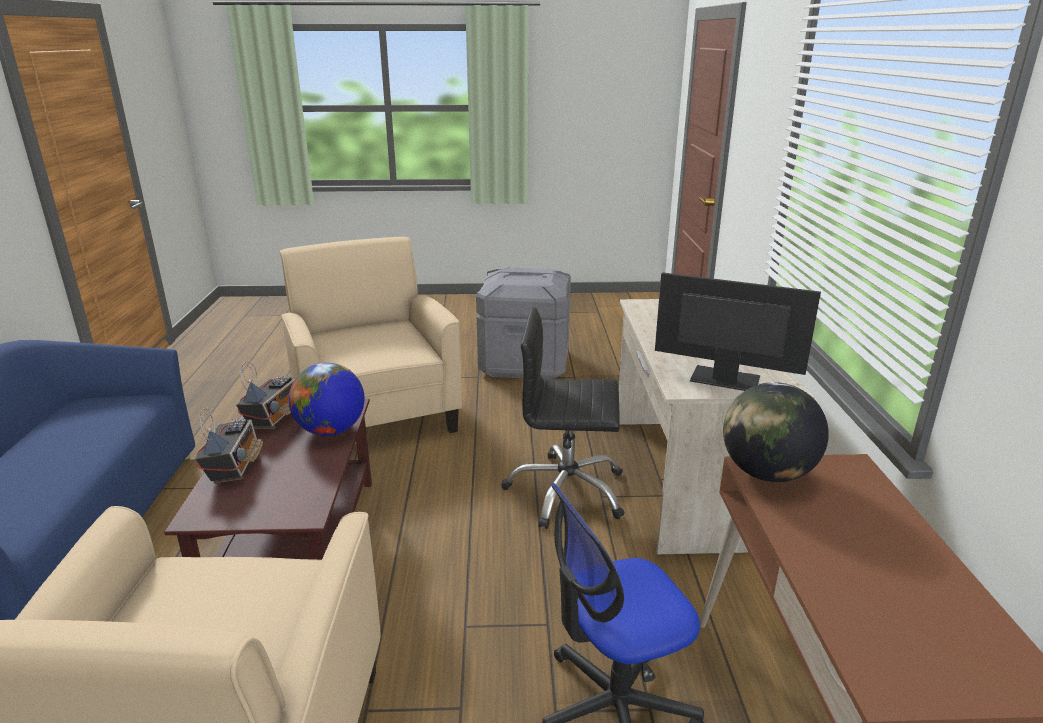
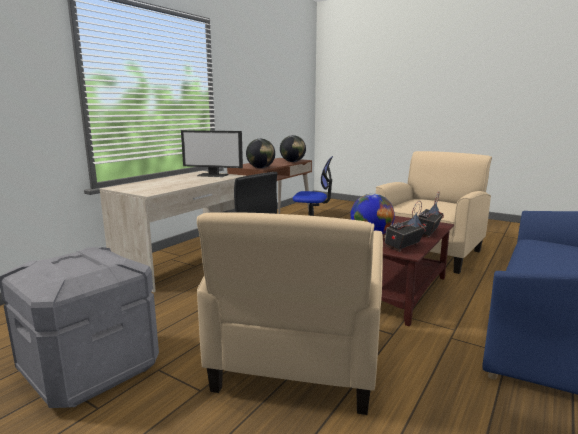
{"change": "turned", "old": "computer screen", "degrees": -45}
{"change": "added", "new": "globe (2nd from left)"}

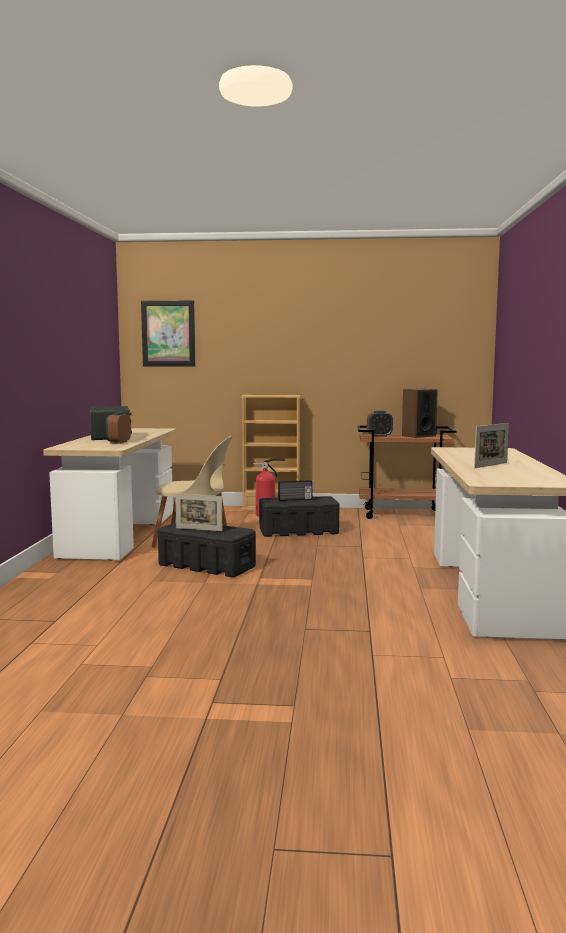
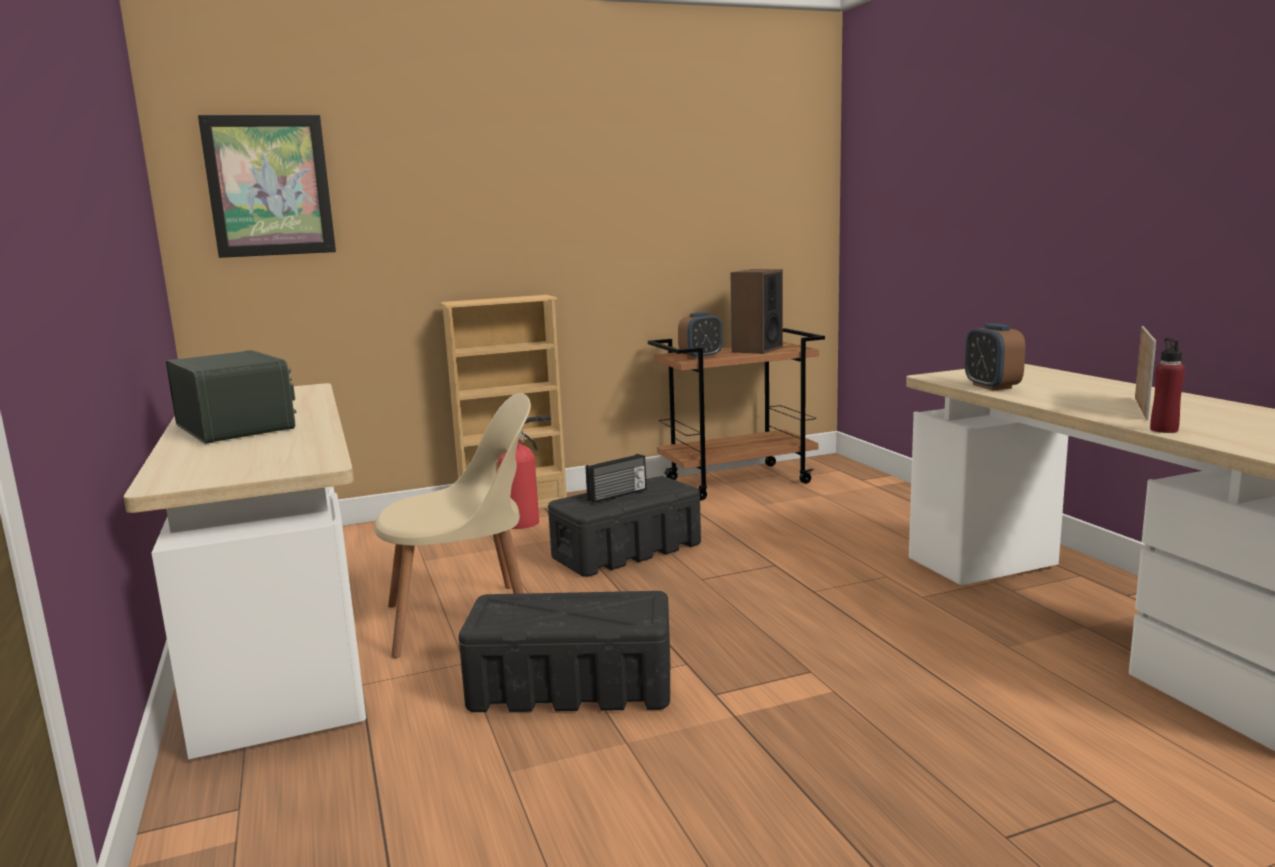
{"change": "moved", "old": "bedside clock (1st from left in the first image)", "new": "bedside clock (2nd from left)"}
{"change": "removed", "old": "photo frame (1st from left)"}
{"change": "added", "new": "bottle (red-coloured)"}

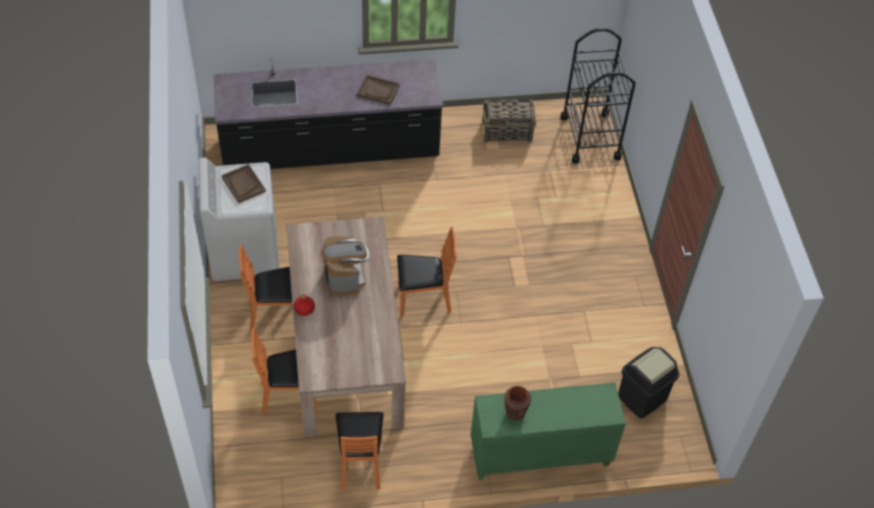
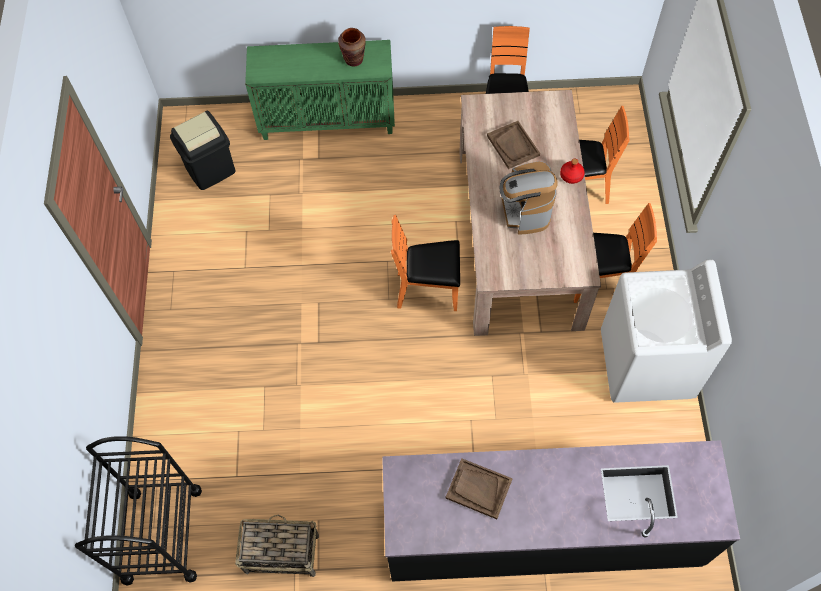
{"change": "moved", "old": "tray (brown) (1st from left in the first image)", "new": "tray (brown) (2nd from left)"}

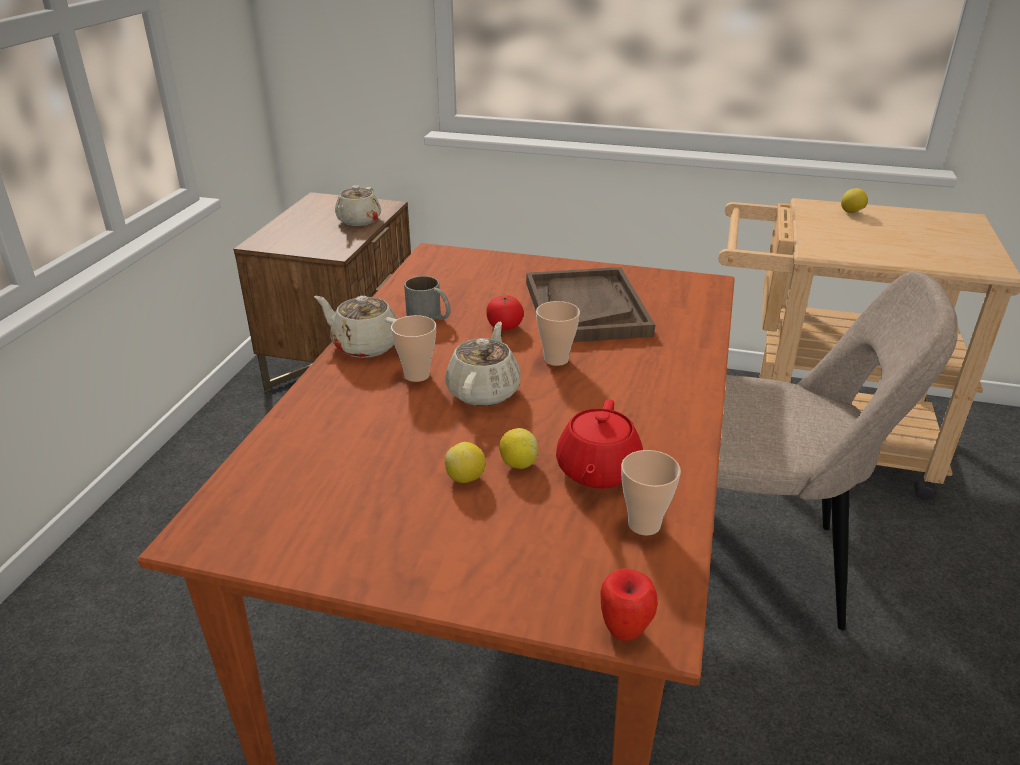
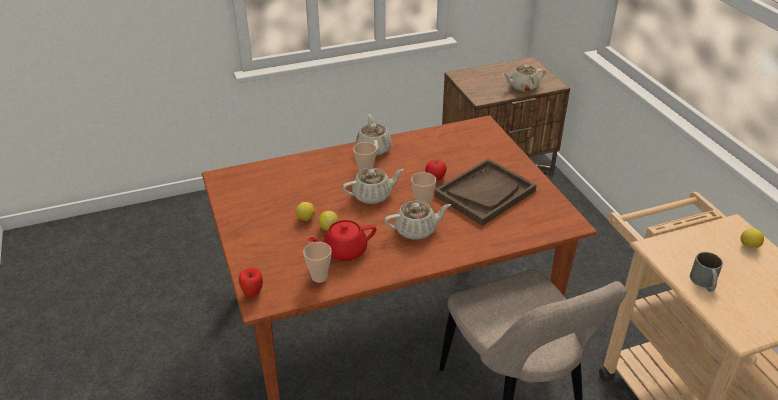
{"change": "moved", "old": "mug (grey)"}
{"change": "added", "new": "pot for tea (beige-coloured) (3rd from left)"}

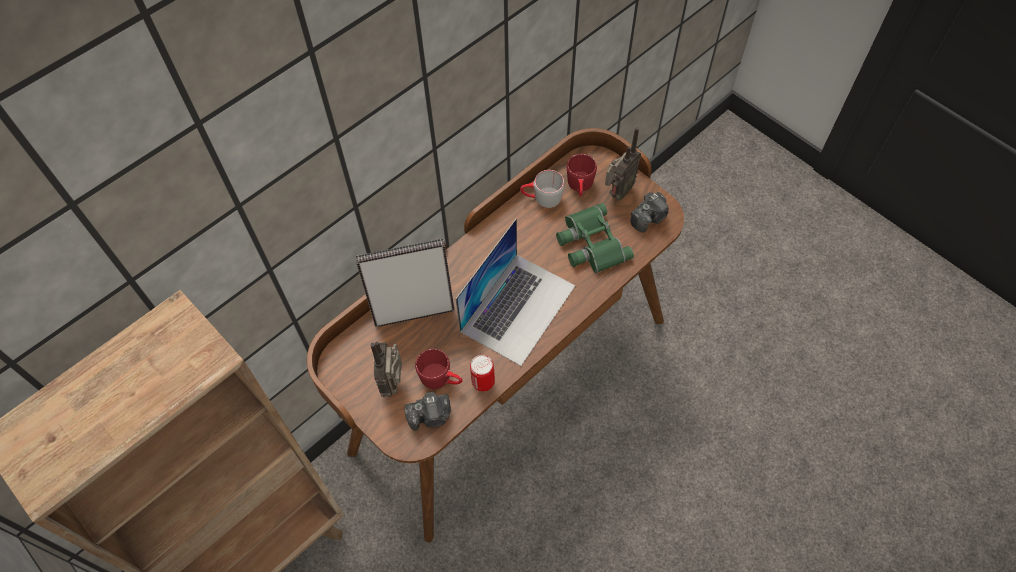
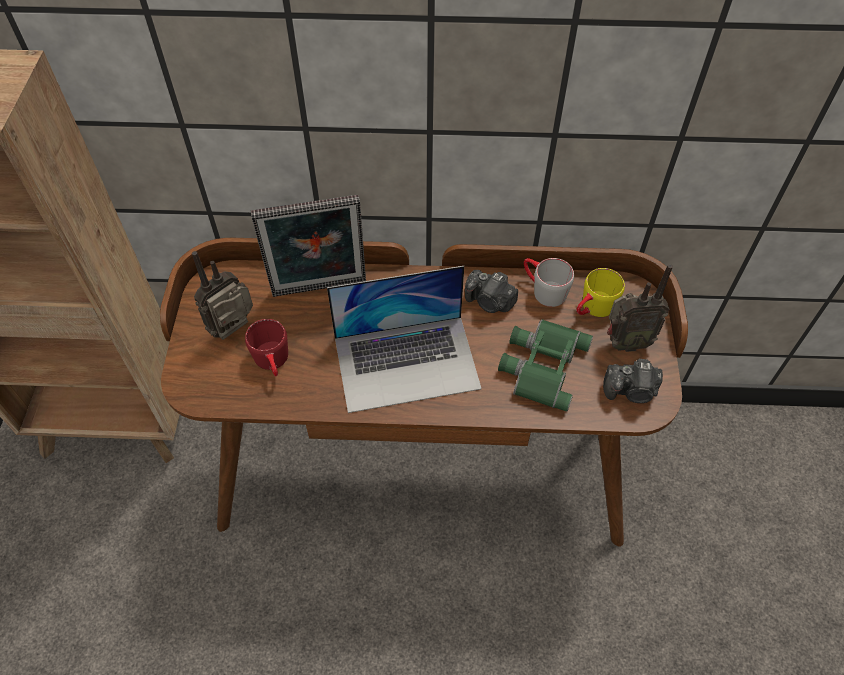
{"change": "turned", "old": "photo frame", "degrees": 135}
{"change": "moved", "old": "photo camera (1st from left)"}
{"change": "removed", "old": "sealed can"}
{"change": "recoloured", "old": "mug (red-coloured) (2nd from left)", "new": "mug (yellowish)"}

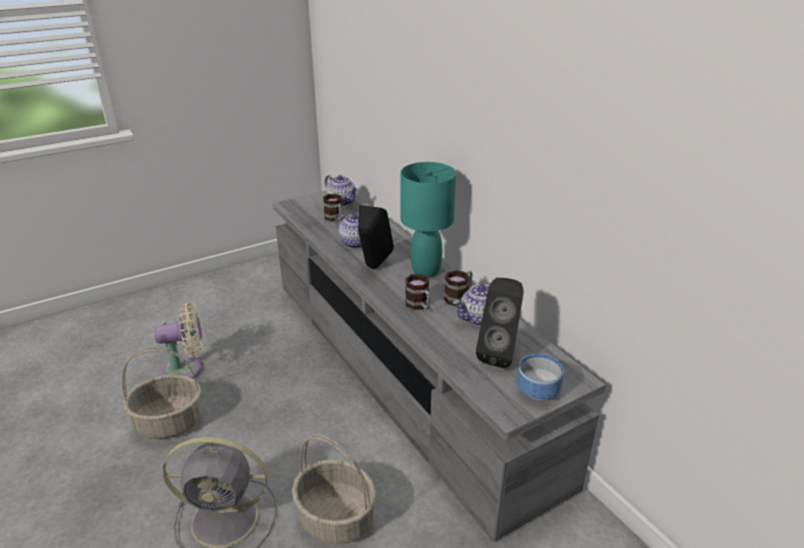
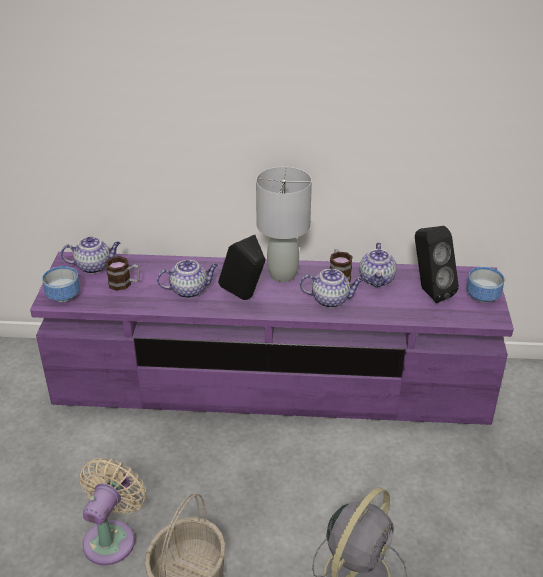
{"change": "recoloured", "old": "tv unit (grey)", "new": "tv unit (purplish)"}
{"change": "removed", "old": "household basket (2nd from left)"}
{"change": "recoloured", "old": "table lamp (blue-green)", "new": "table lamp (grey)"}
{"change": "replaced", "old": "mug (2nd from left)", "new": "pot for tea (3rd from left)"}
{"change": "added", "new": "serving bowl (1st from left)"}

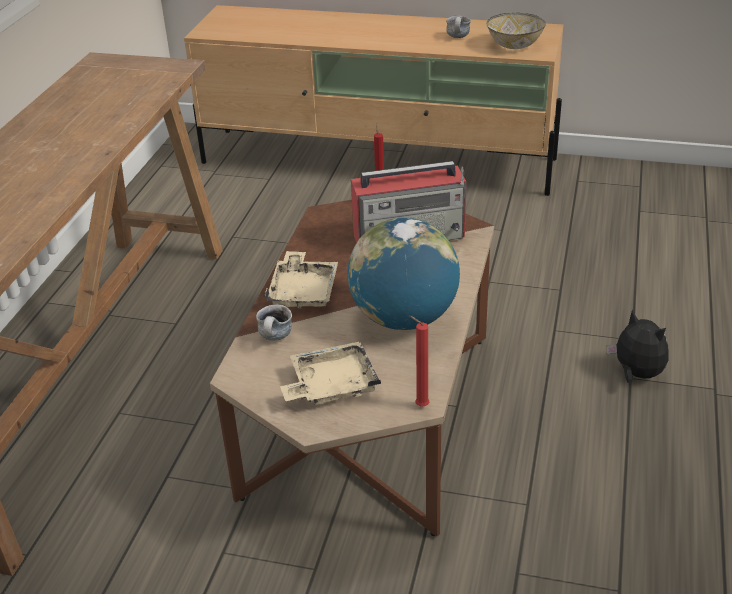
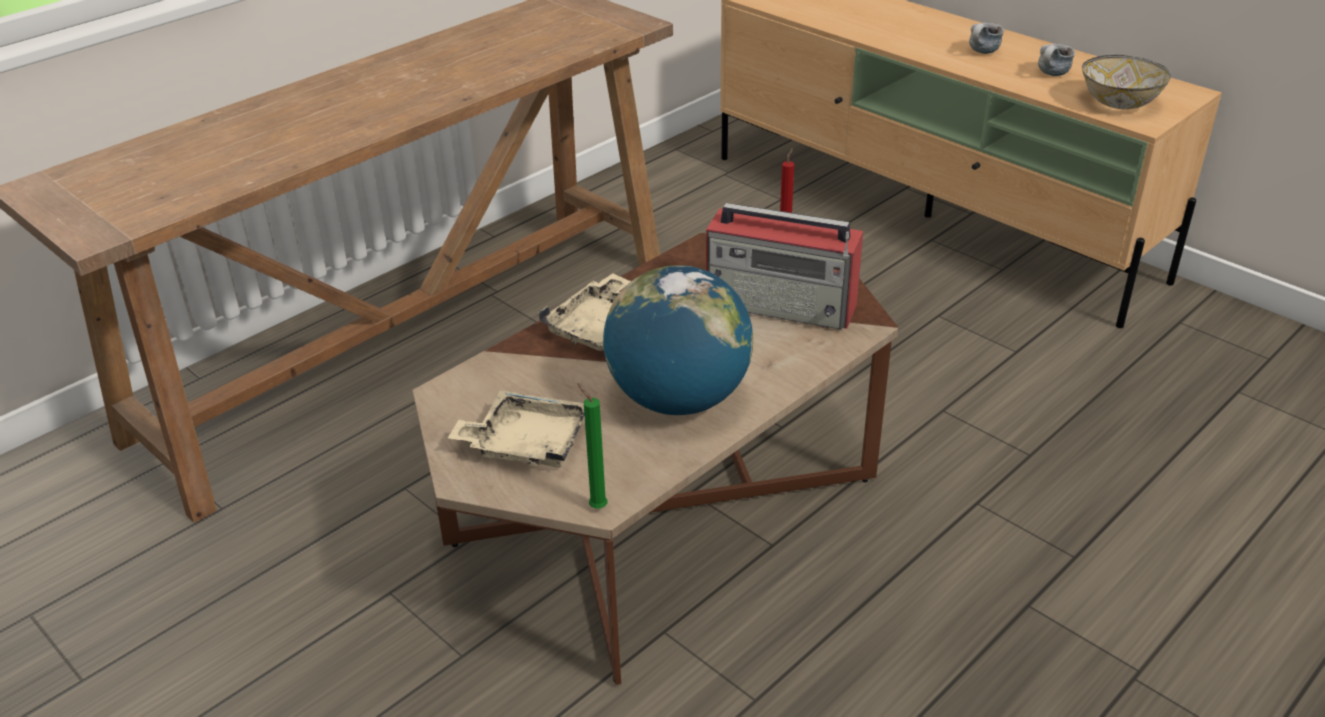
{"change": "moved", "old": "mug (1st from left)"}
{"change": "recoloured", "old": "candle (red-coloured) (2nd from left)", "new": "candle (greenish)"}
{"change": "removed", "old": "soft toy"}

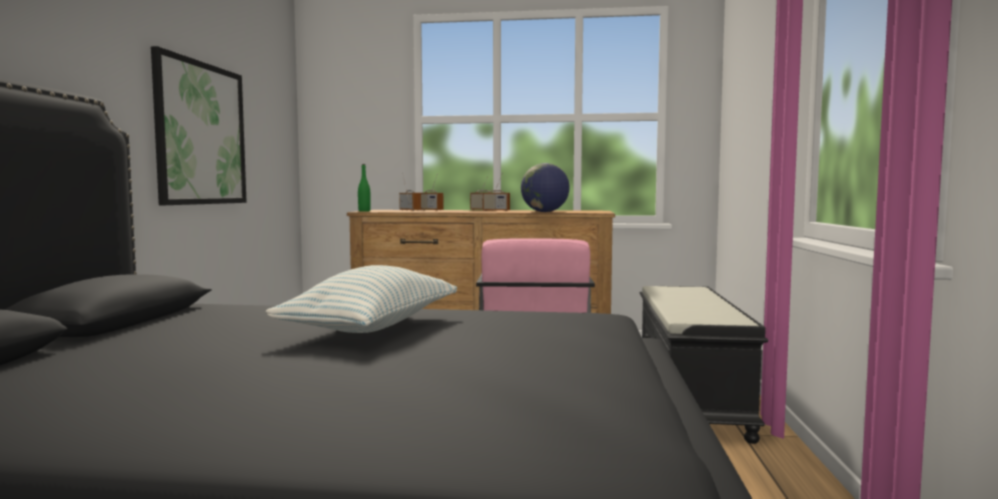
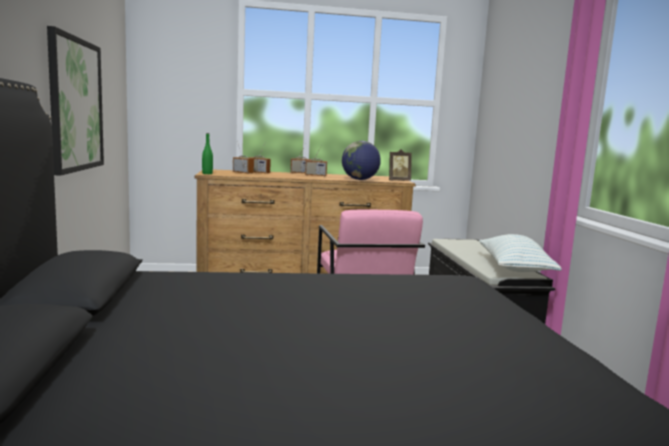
{"change": "moved", "old": "cushion"}
{"change": "added", "new": "photo frame"}

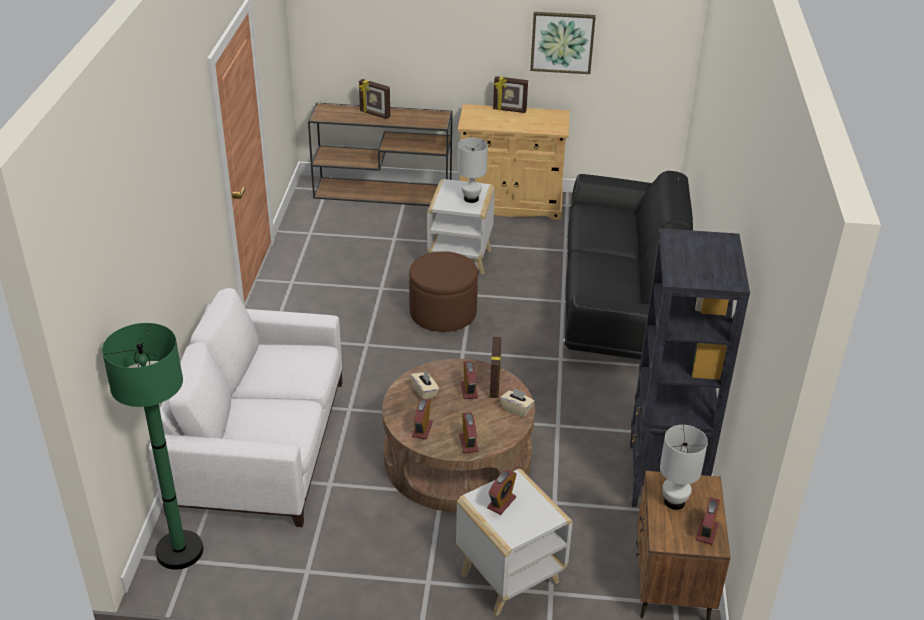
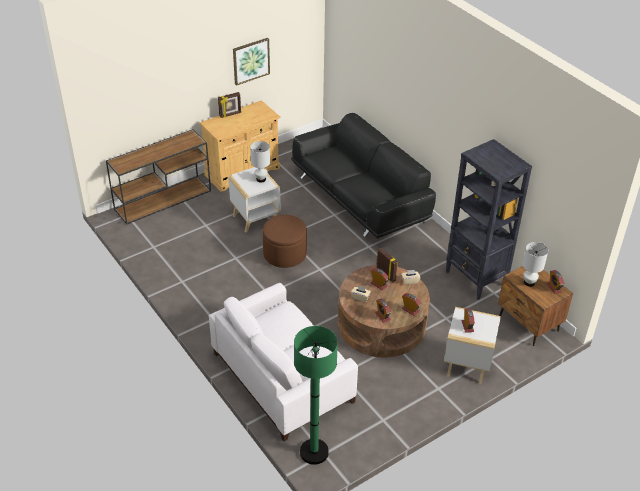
{"change": "removed", "old": "photo frame (1st from left)"}

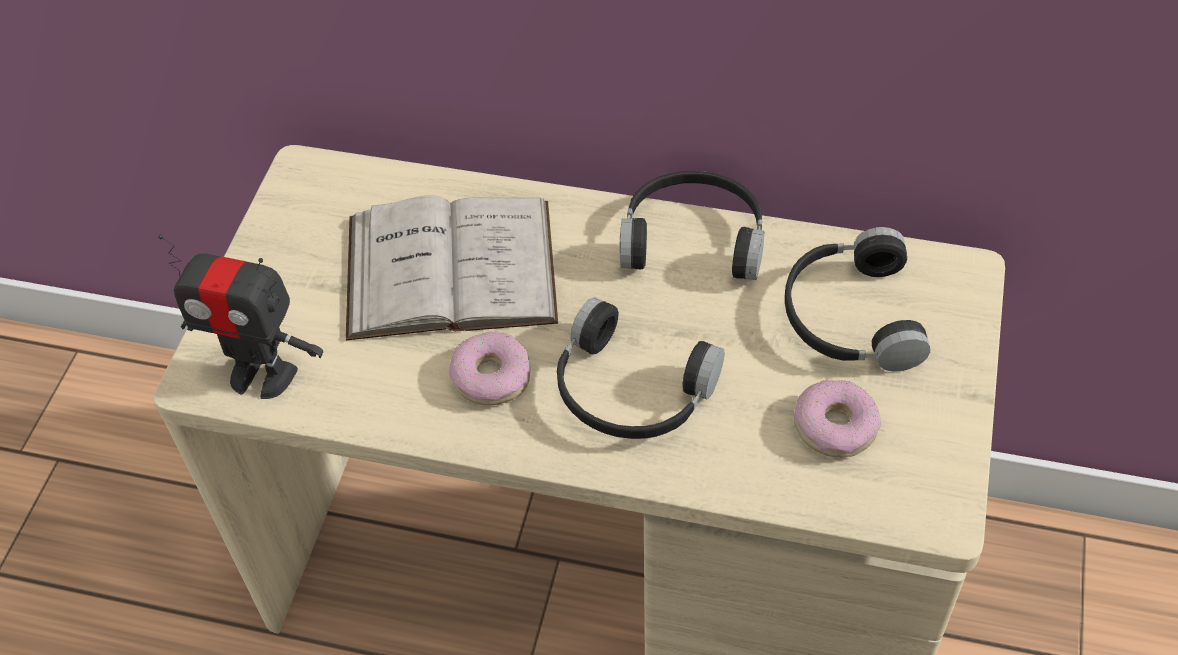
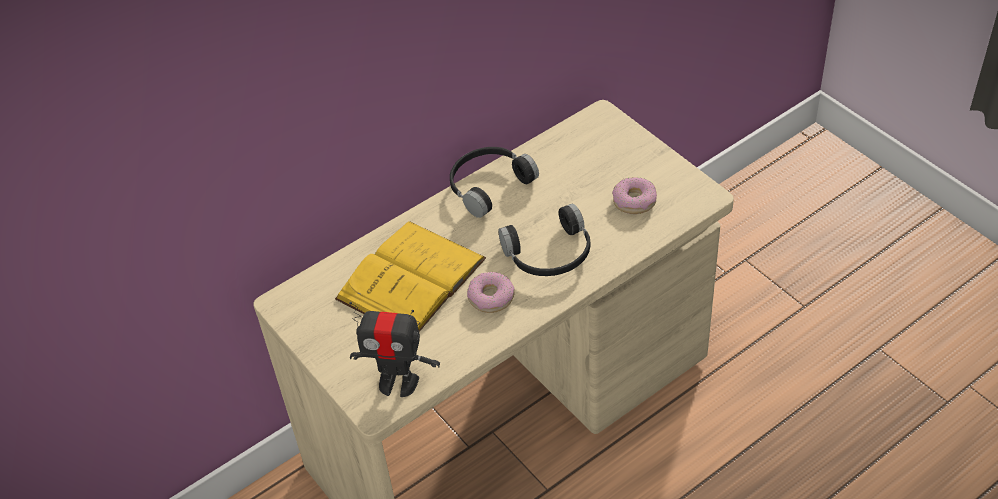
{"change": "turned", "old": "robot figure", "degrees": 45}
{"change": "recoloured", "old": "volume (whitish)", "new": "volume (yellowish)"}
{"change": "removed", "old": "headset (black-coloured) (3rd from left)"}

